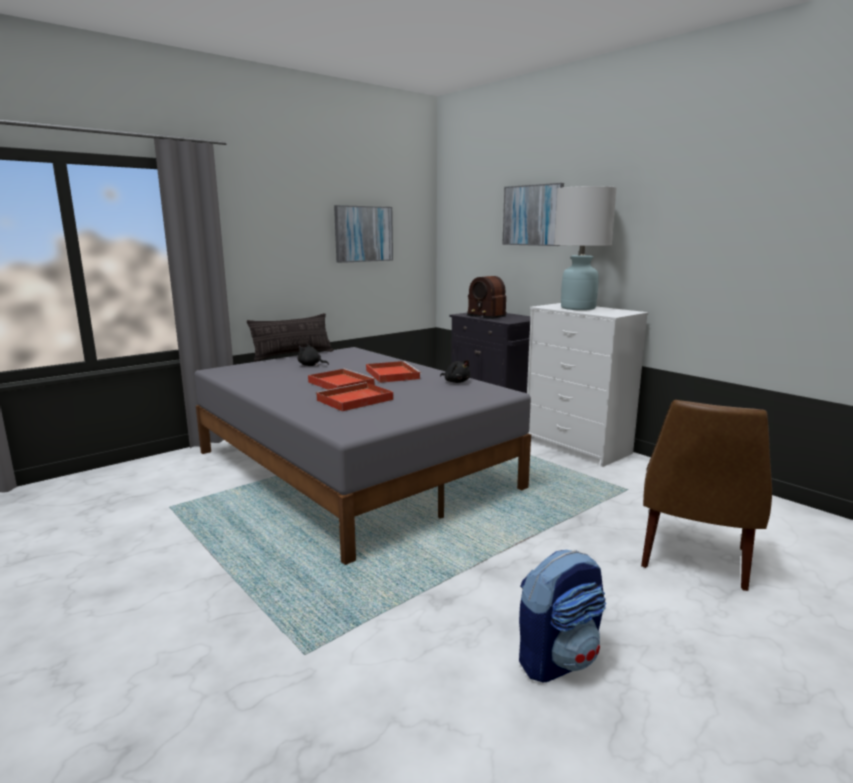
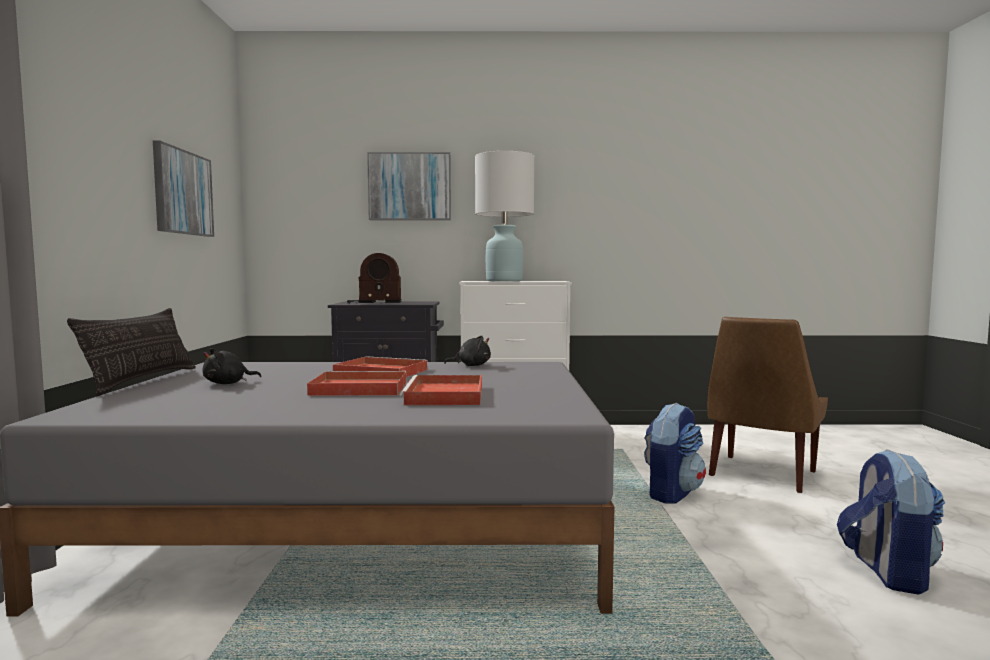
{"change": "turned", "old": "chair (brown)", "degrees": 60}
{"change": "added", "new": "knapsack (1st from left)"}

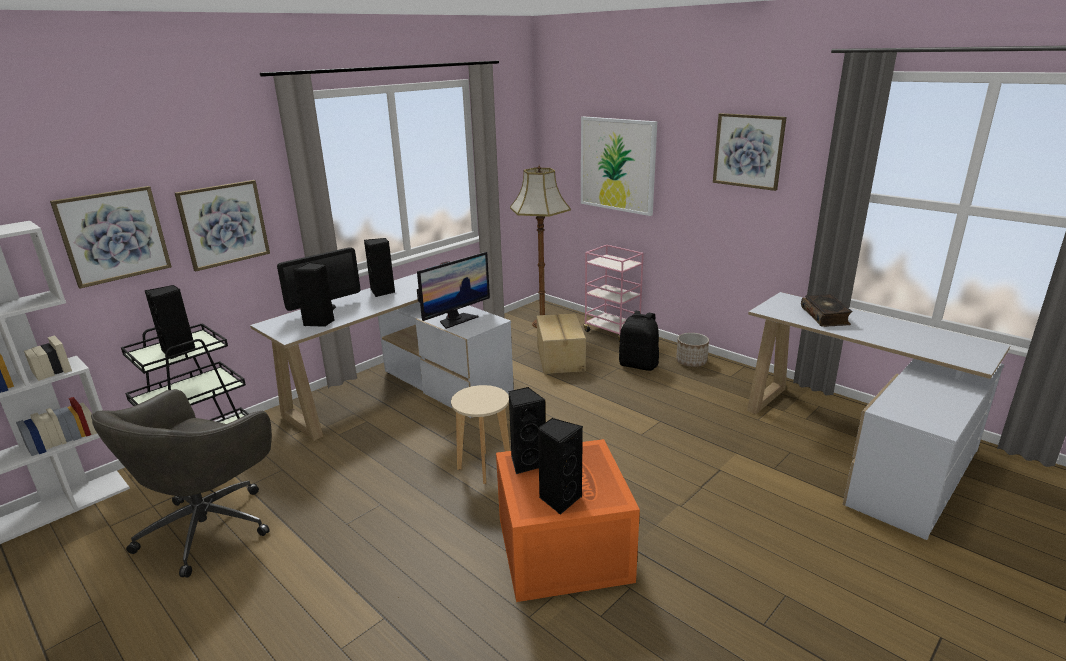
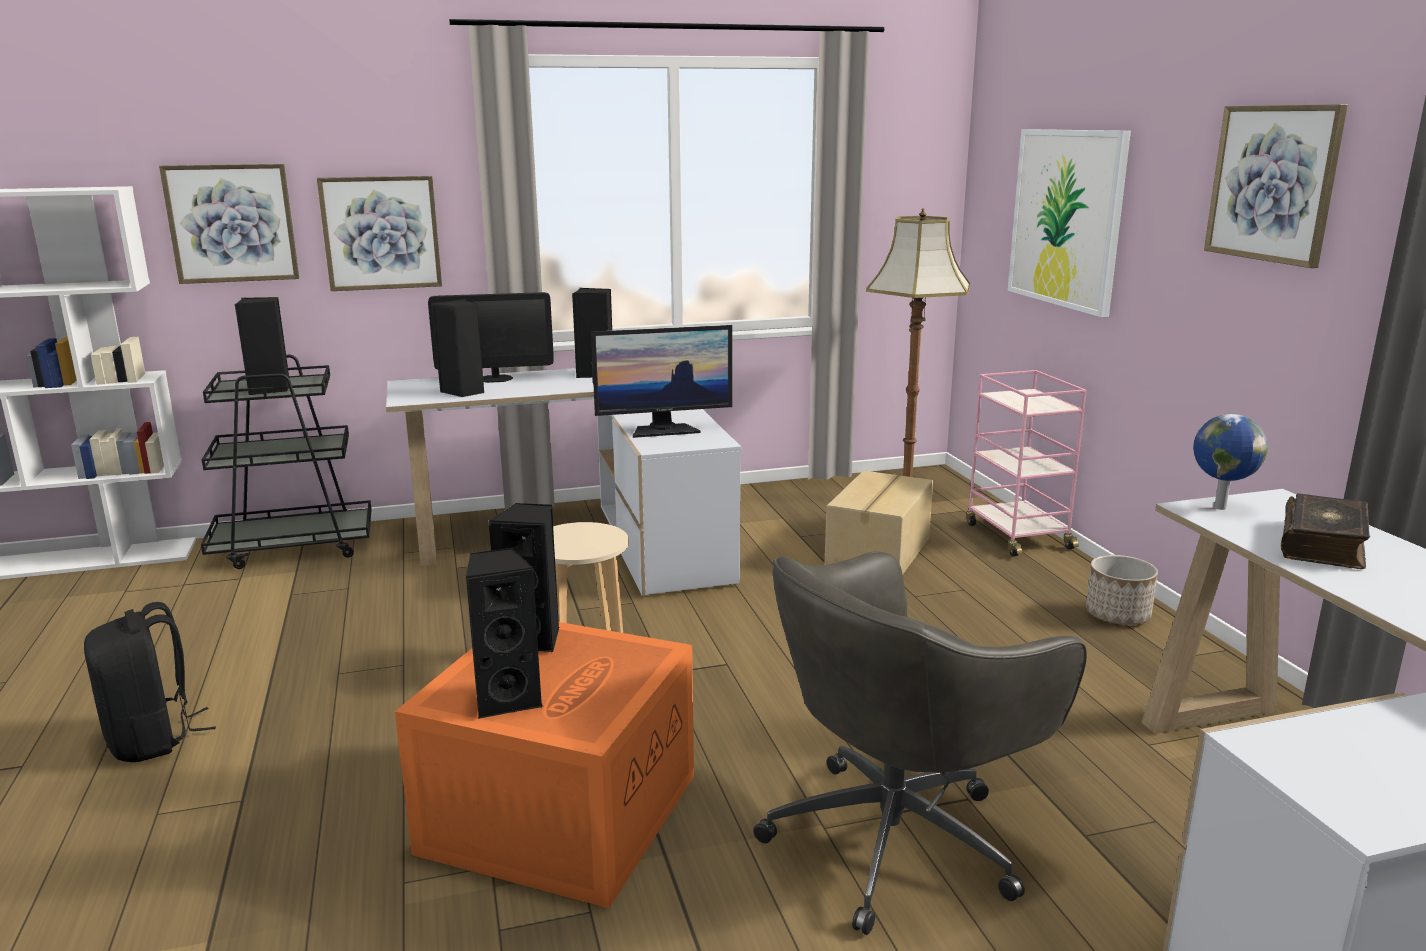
{"change": "moved", "old": "computer chair (grey)"}
{"change": "moved", "old": "knapsack (black-coloured)"}
{"change": "added", "new": "globe"}

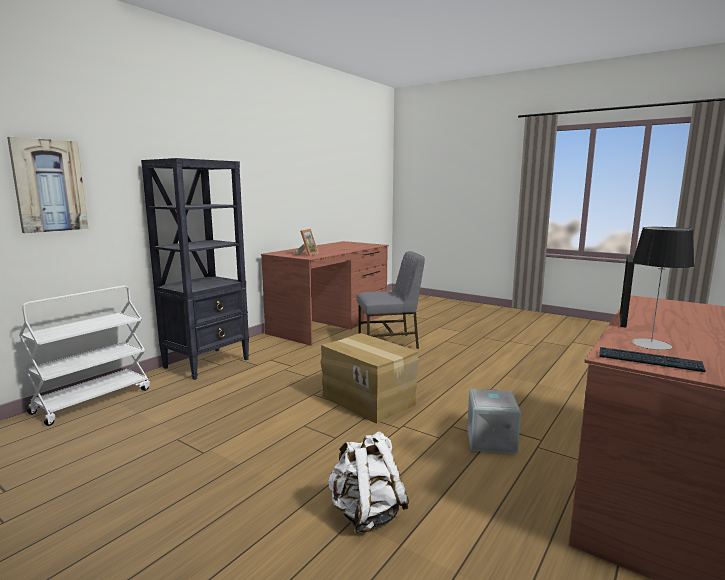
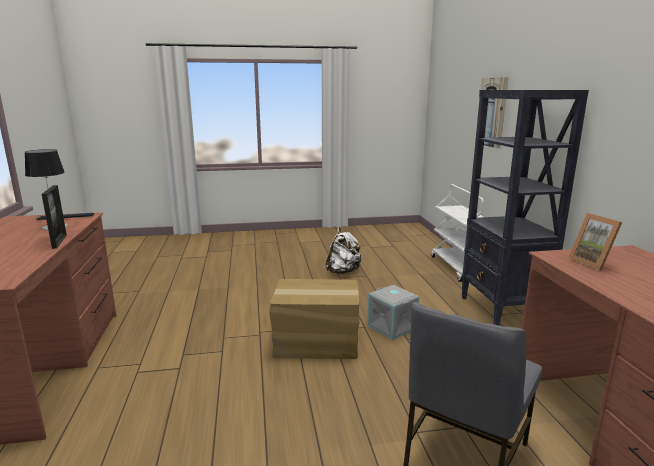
{"change": "moved", "old": "knapsack (whitish)"}
{"change": "moved", "old": "storage container (grey)"}

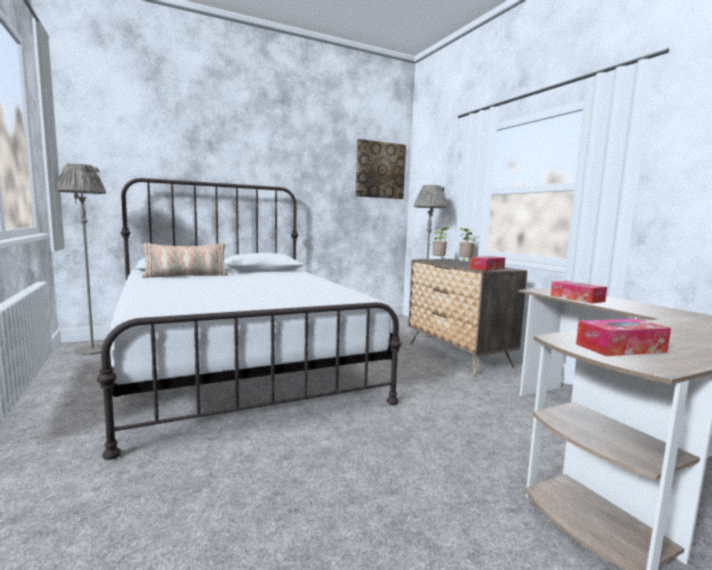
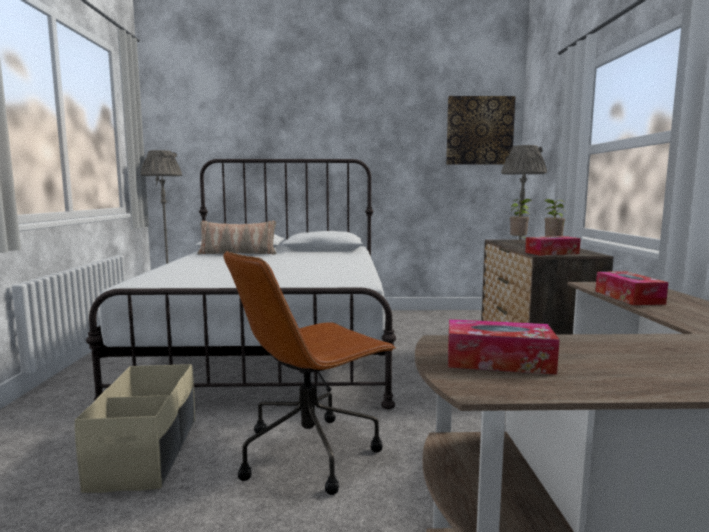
{"change": "added", "new": "storage container (beige-coloured)"}
{"change": "added", "new": "computer chair (brown)"}

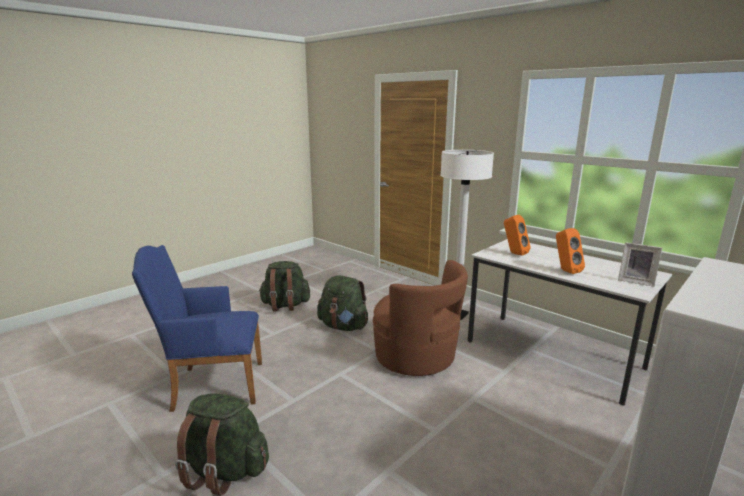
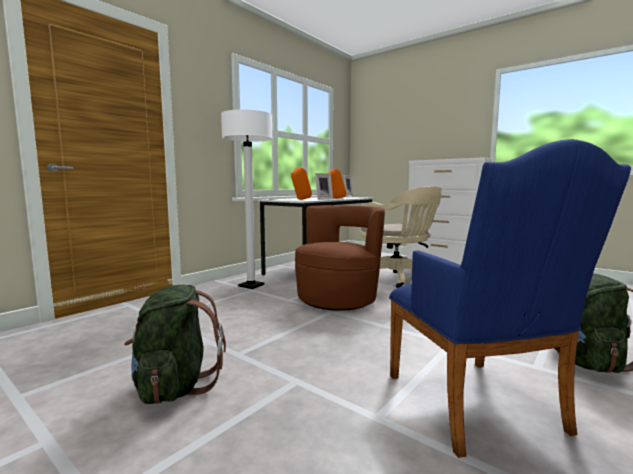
{"change": "removed", "old": "knapsack (greenish) (3rd from left)"}
{"change": "added", "new": "photo frame (1st from left)"}
{"change": "added", "new": "computer chair (beige-coloured)"}

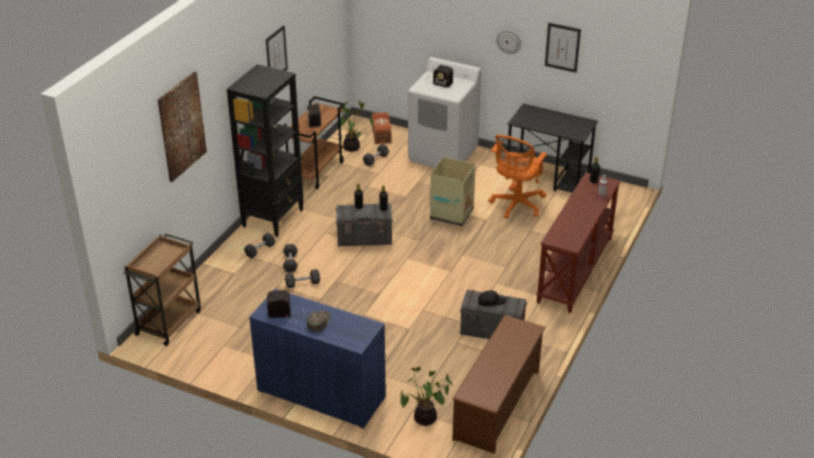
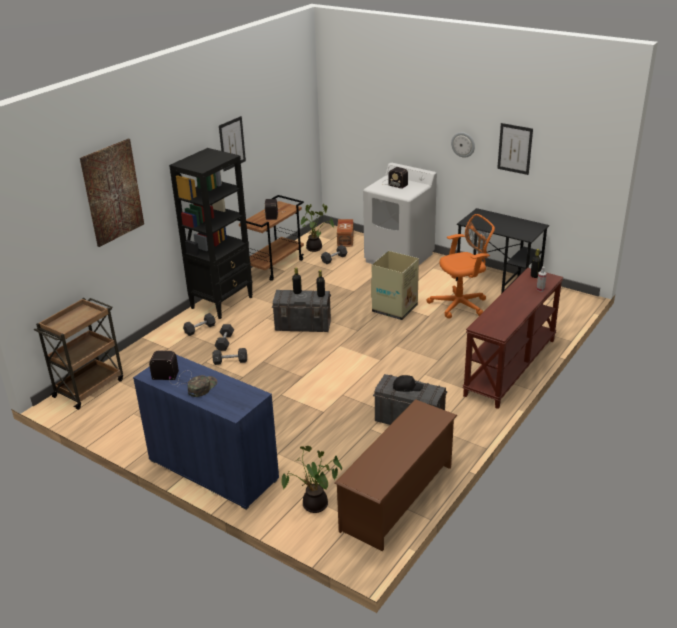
{"change": "turned", "old": "computer chair (orangey)", "degrees": -150}

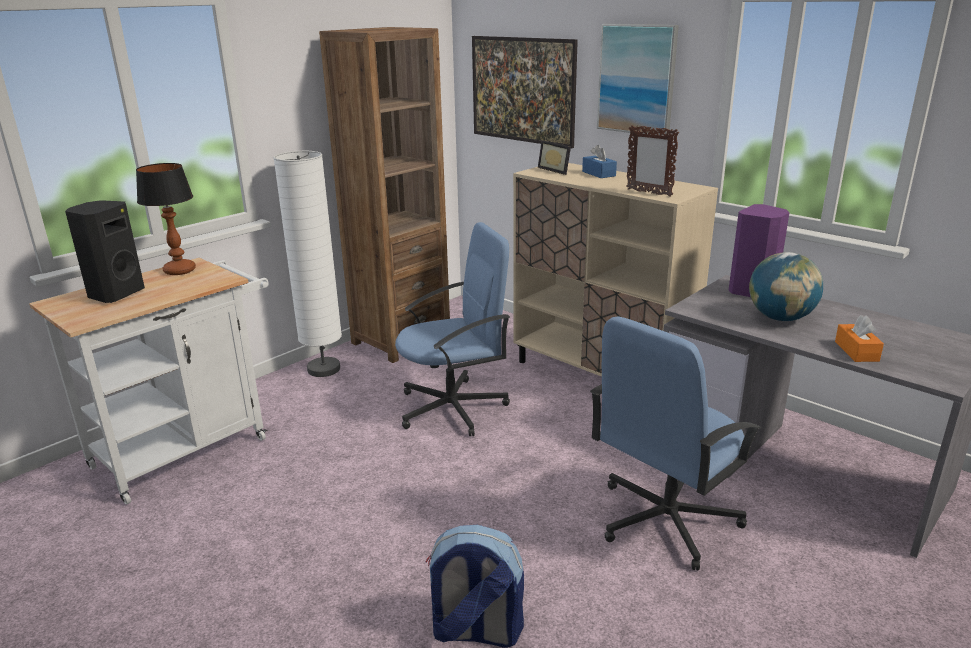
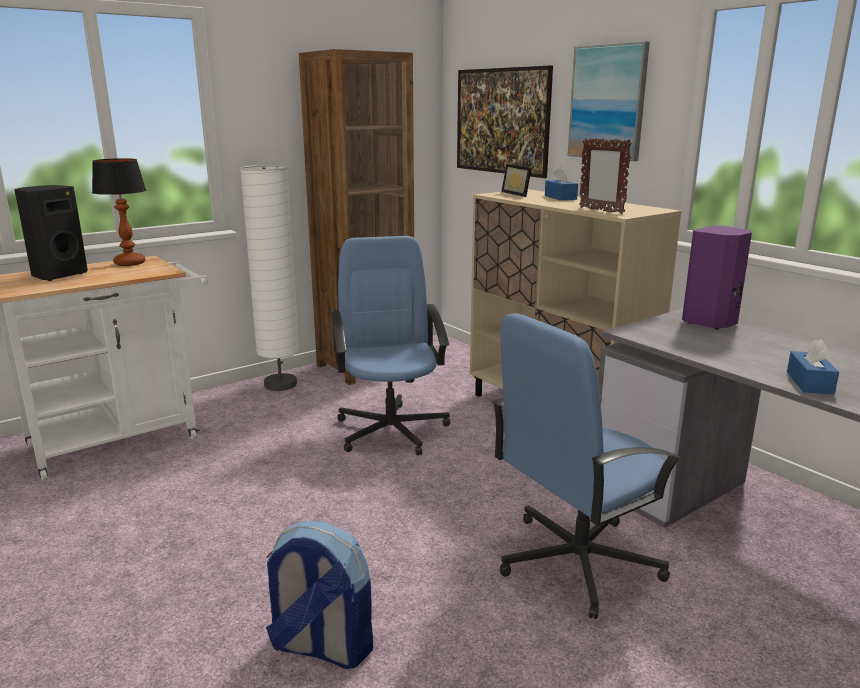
{"change": "turned", "old": "computer chair (blue) (1st from left)", "degrees": -90}
{"change": "removed", "old": "globe"}
{"change": "recoloured", "old": "tissue box (orangey)", "new": "tissue box (blue) (2nd from left)"}

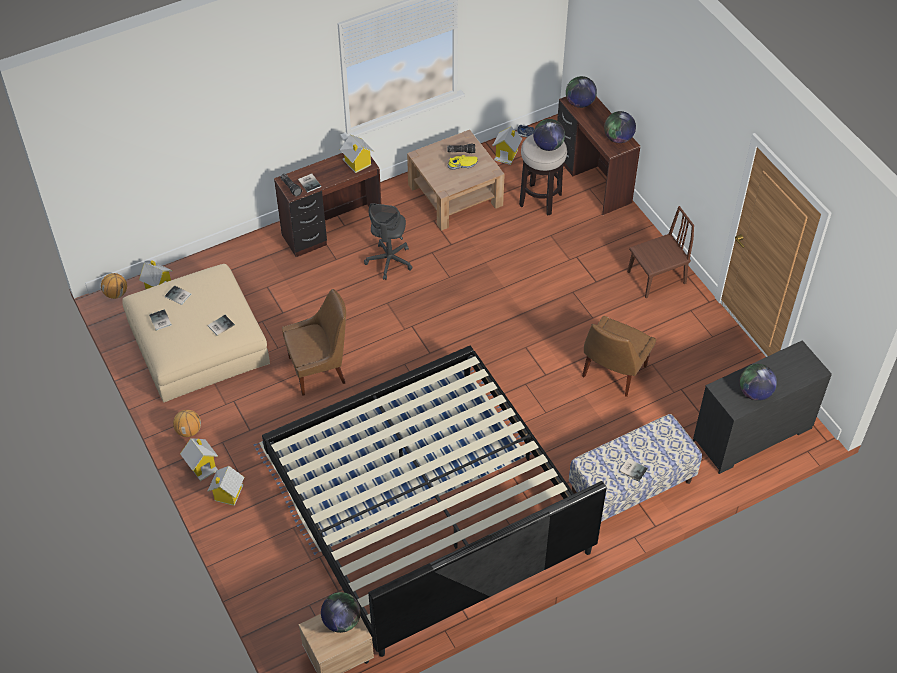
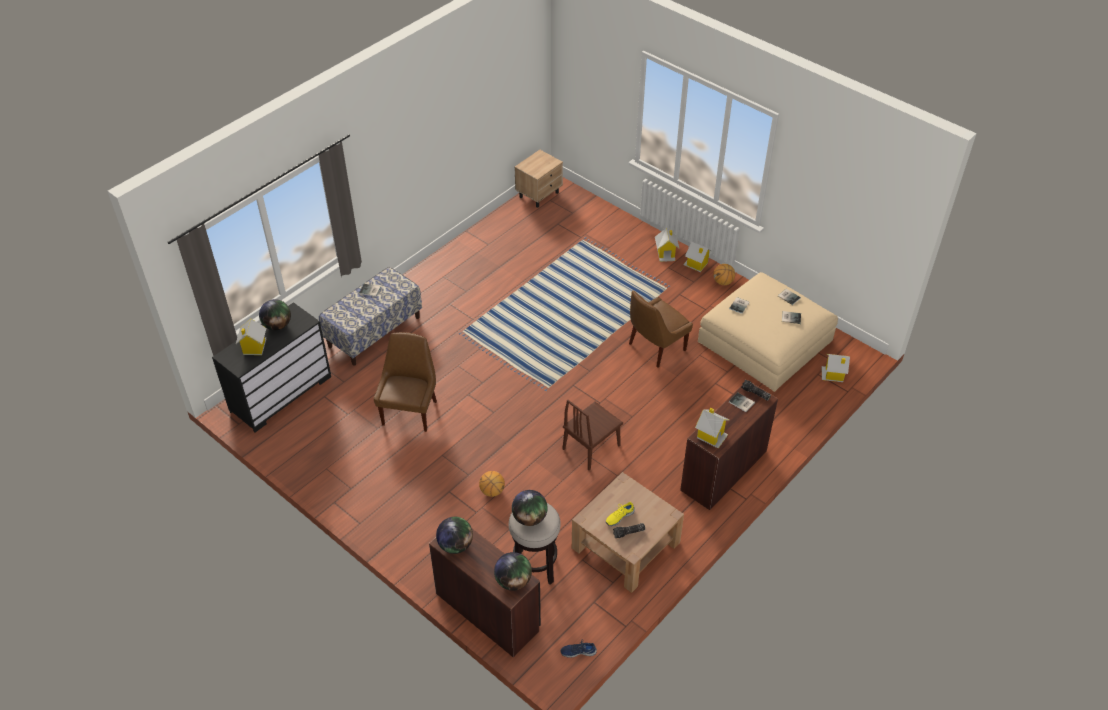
{"change": "moved", "old": "basketball (1st from left)"}
{"change": "removed", "old": "bed"}
{"change": "removed", "old": "globe (1st from left)"}
{"change": "removed", "old": "computer chair (grey)"}
{"change": "moved", "old": "model house (5th from left in the first image)", "new": "model house (1st from left)"}
{"change": "moved", "old": "chair (brown) (3rd from left in the first image)", "new": "chair (brown) (2nd from left)"}

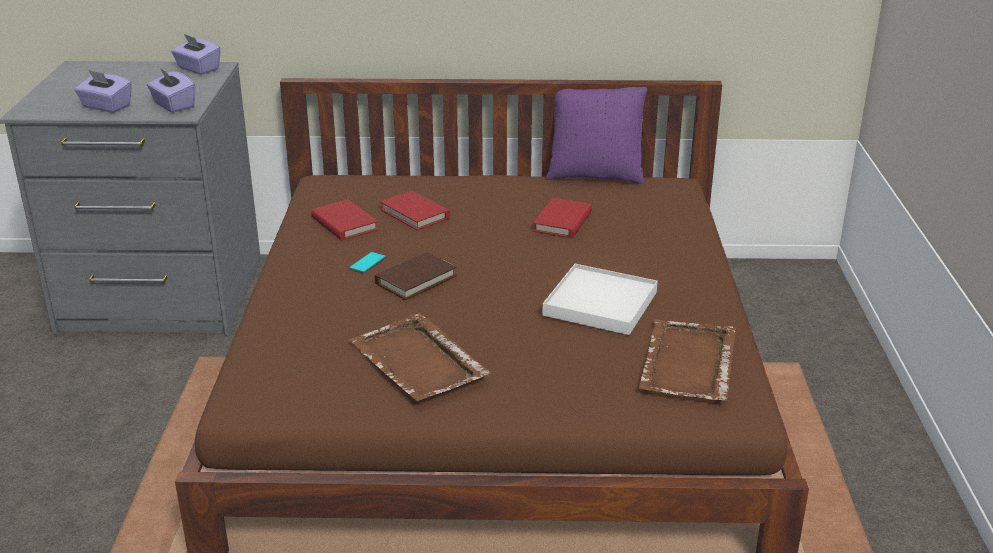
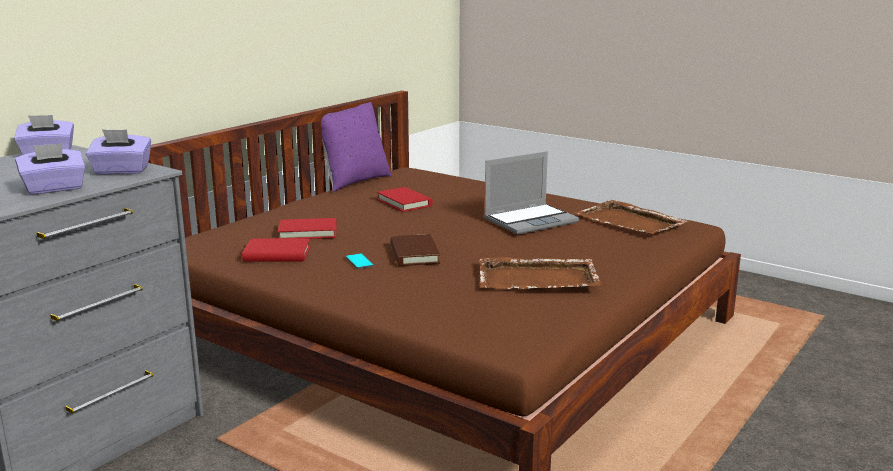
{"change": "replaced", "old": "tray (whitish)", "new": "laptop"}

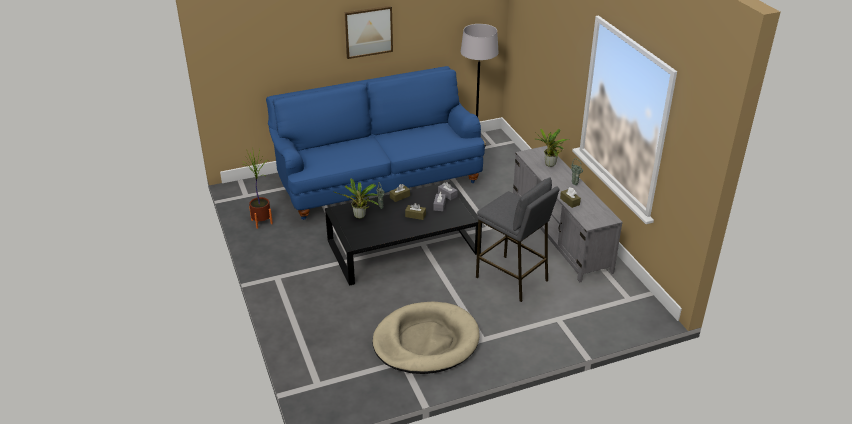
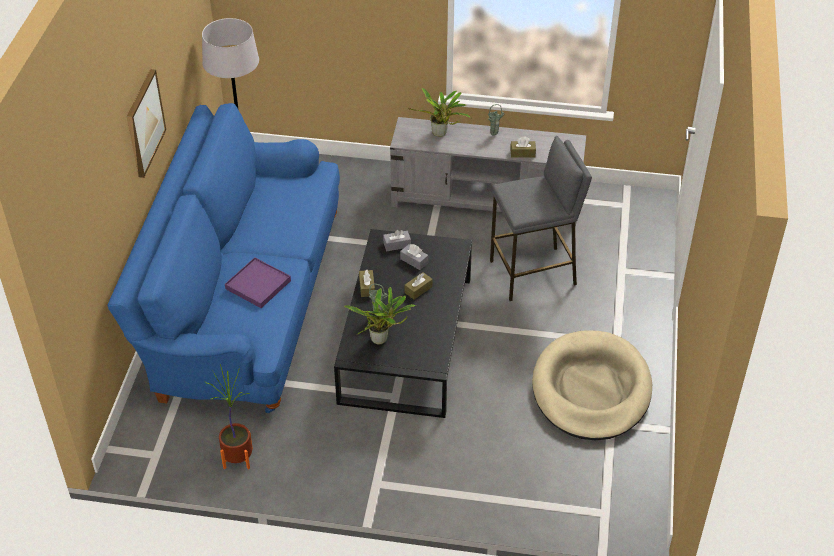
{"change": "added", "new": "tray (purplish)"}

